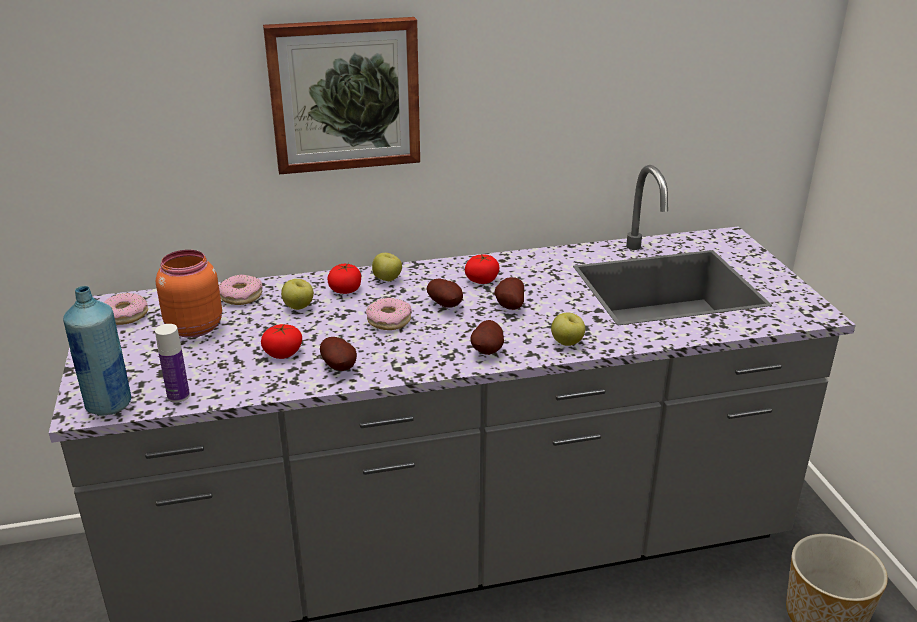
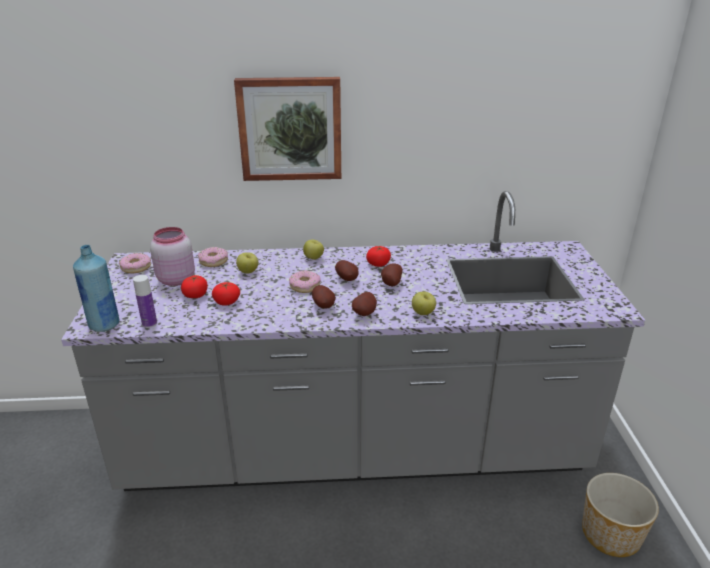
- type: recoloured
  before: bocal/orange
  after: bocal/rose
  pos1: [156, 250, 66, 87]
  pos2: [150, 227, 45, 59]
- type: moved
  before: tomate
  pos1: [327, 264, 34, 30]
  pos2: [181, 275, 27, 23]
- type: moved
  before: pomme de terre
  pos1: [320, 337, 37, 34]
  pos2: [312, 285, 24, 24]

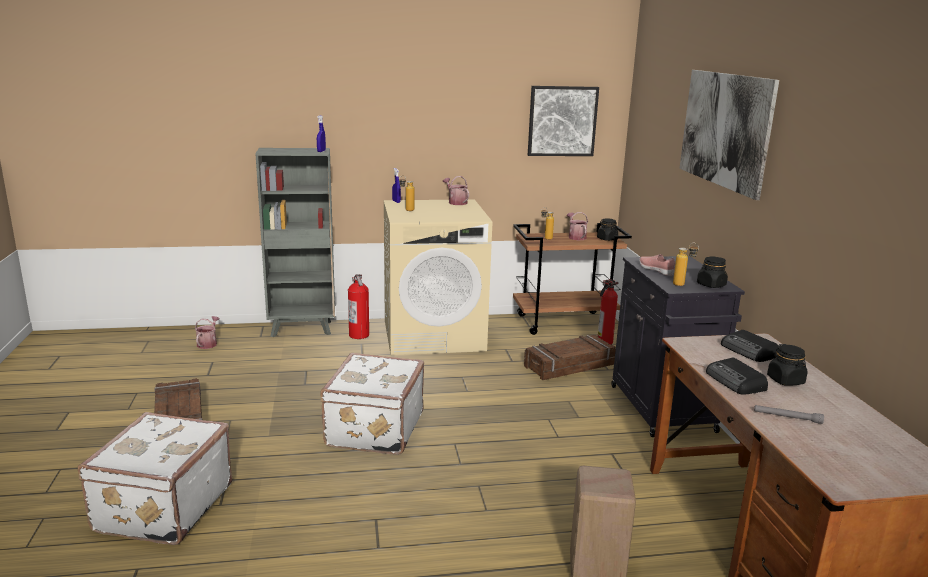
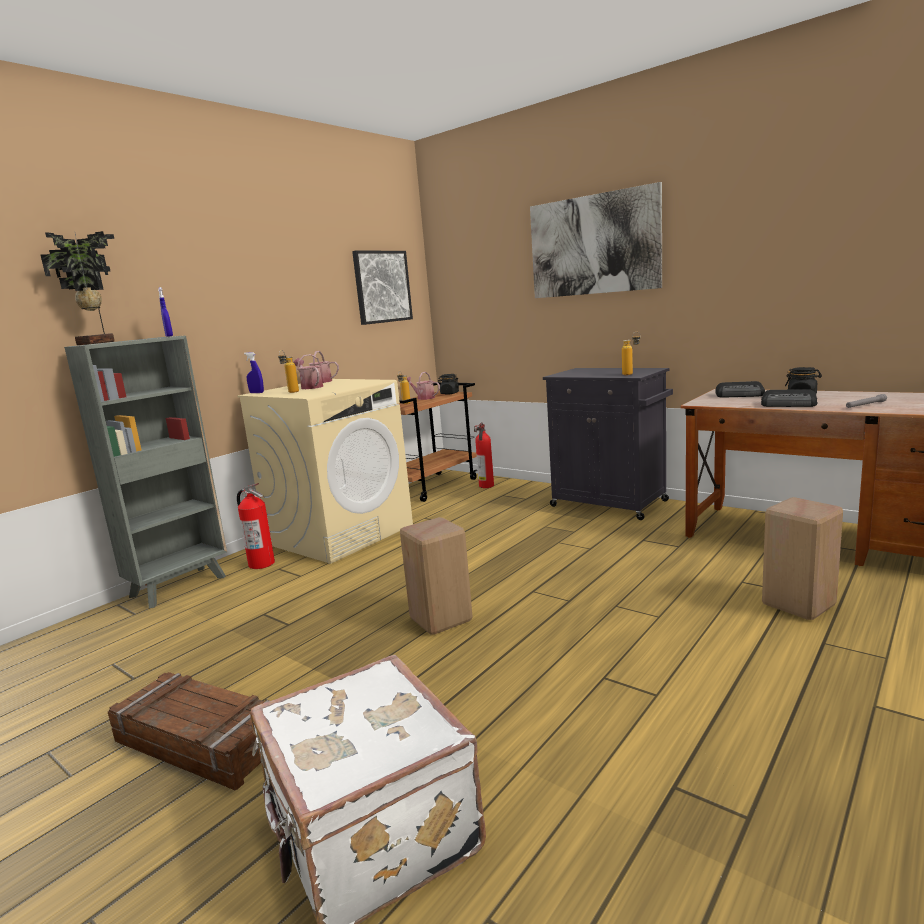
- type: added
  after: plante en pot
  pos2: [40, 231, 75, 114]
- type: moved
  before: arrosoir
  pos1: [195, 316, 25, 33]
  pos2: [295, 354, 28, 35]
- type: replaced
  before: valise/blanc
  after: tabouret/beige
  pos1: [320, 353, 104, 102]
  pos2: [400, 517, 73, 118]
- type: removed
  before: caisse
  pos1: [524, 335, 92, 45]
- type: removed
  before: chaussure/rose
  pos1: [639, 254, 36, 22]
- type: removed
  before: bocal/noir
  pos1: [697, 256, 31, 32]

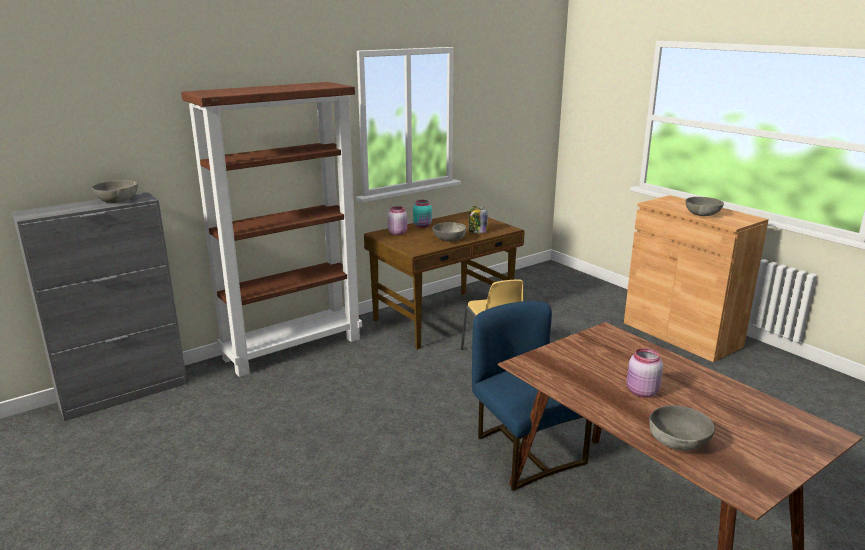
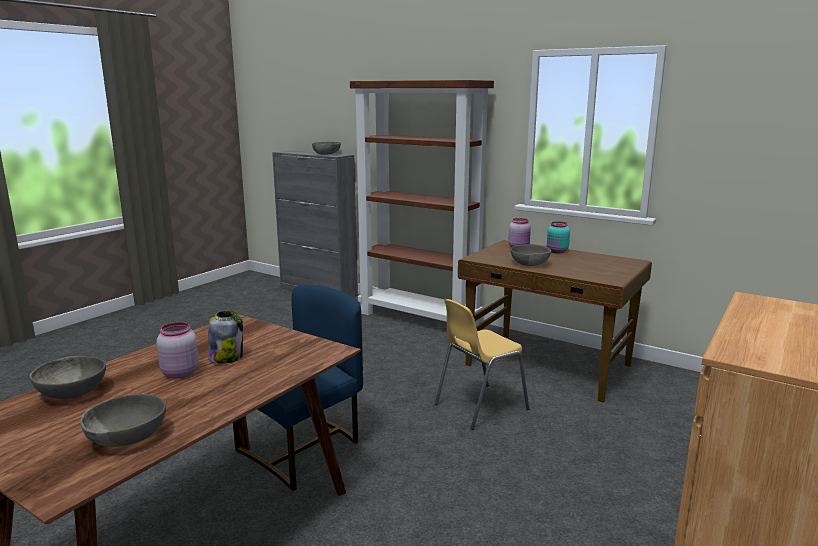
- type: moved
  before: bol/gris
  pos1: [686, 197, 38, 19]
  pos2: [80, 394, 86, 53]
- type: moved
  before: bocal
  pos1: [469, 206, 19, 27]
  pos2: [208, 311, 35, 53]

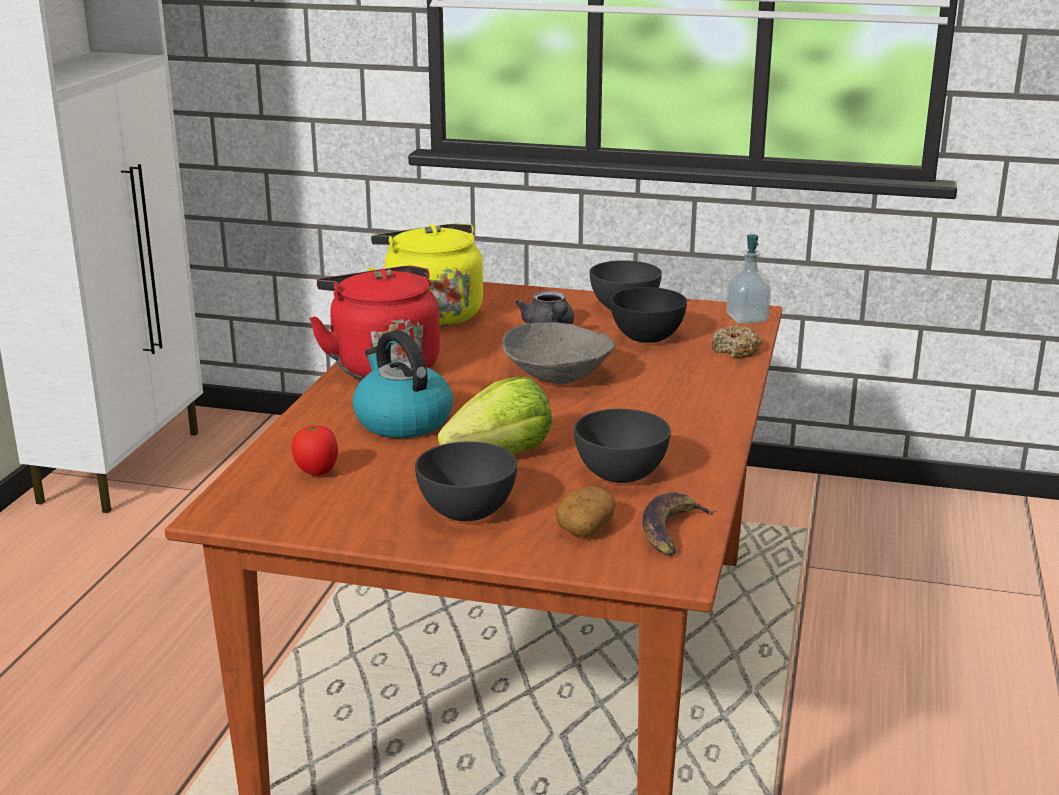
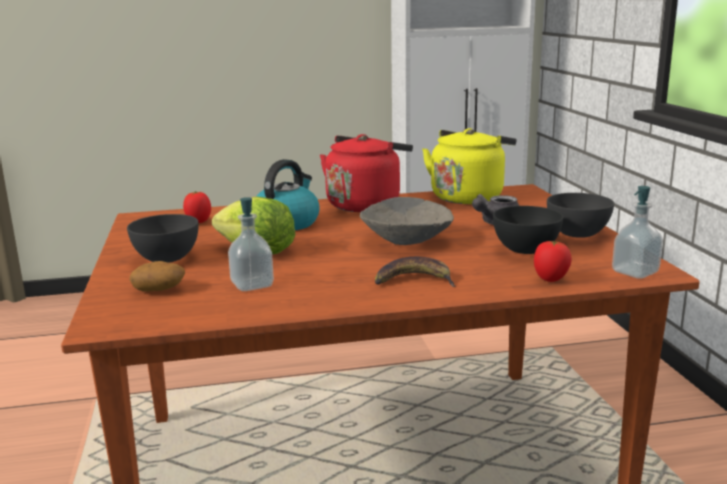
- type: replaced
  before: bol/gris
  after: distributeur de savon
  pos1: [574, 409, 97, 74]
  pos2: [228, 197, 46, 94]
- type: moved
  before: banane
  pos1: [642, 492, 74, 64]
  pos2: [375, 257, 81, 30]
- type: replaced
  before: beignet
  after: tomate
  pos1: [712, 325, 50, 33]
  pos2: [534, 241, 38, 41]

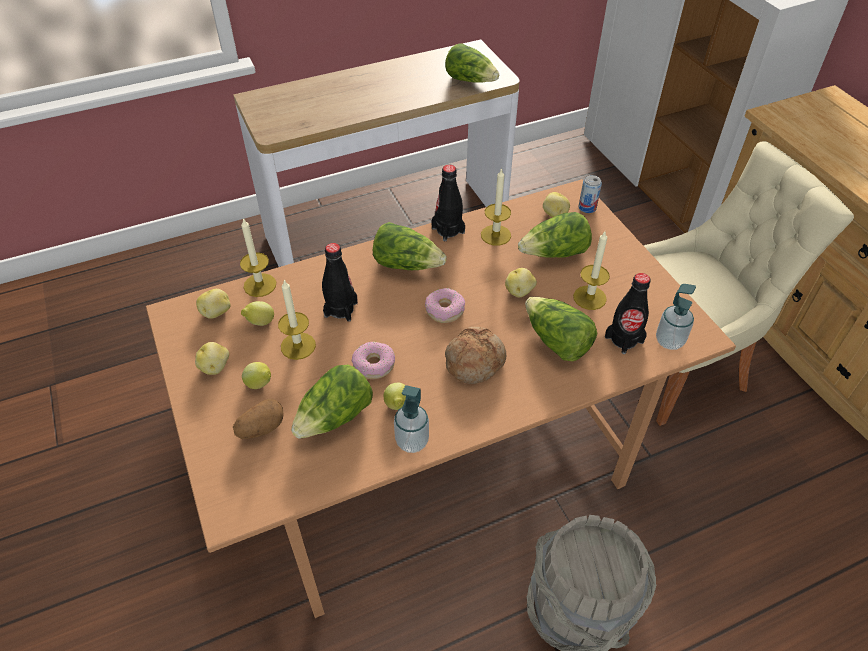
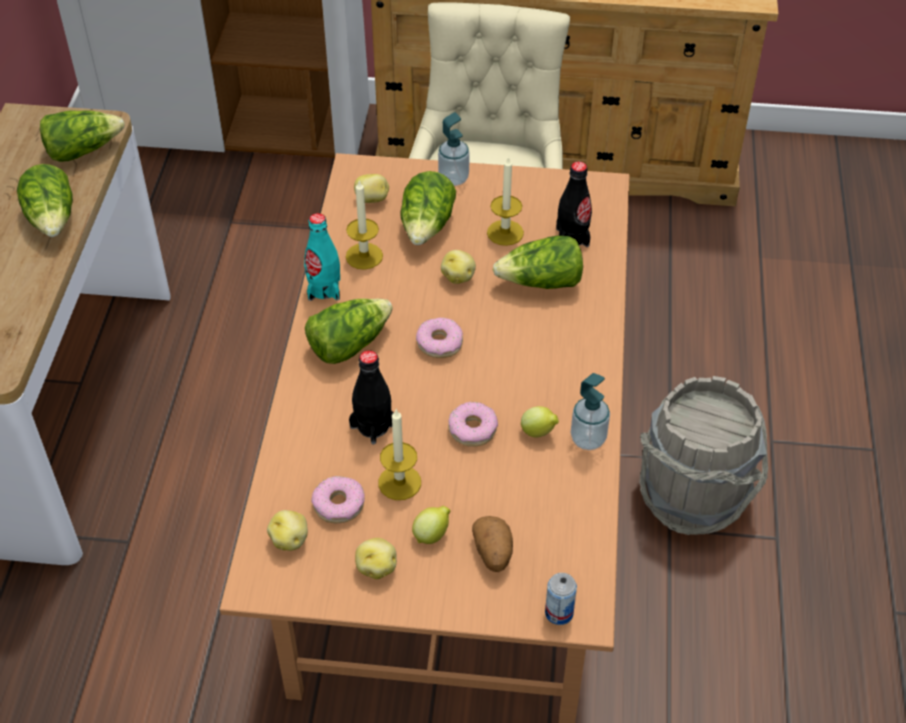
- type: moved
  before: laitue
  pos1: [291, 365, 82, 74]
  pos2: [17, 164, 56, 73]
- type: recoloured
  before: bouteille/noir
  after: bouteille/turquoise
  pos1: [431, 165, 34, 77]
  pos2: [304, 213, 36, 88]
- type: replaced
  before: citron
  after: beignet
  pos1: [241, 301, 33, 25]
  pos2: [311, 476, 54, 48]
- type: moved
  before: distributeur de savon
  pos1: [656, 284, 40, 66]
  pos2: [438, 112, 32, 74]
- type: moved
  before: boîte métallique
  pos1: [579, 175, 23, 38]
  pos2: [545, 573, 32, 52]
- type: removed
  before: bougie
  pos1: [240, 218, 36, 79]
- type: removed
  before: pain
  pos1: [445, 327, 61, 57]

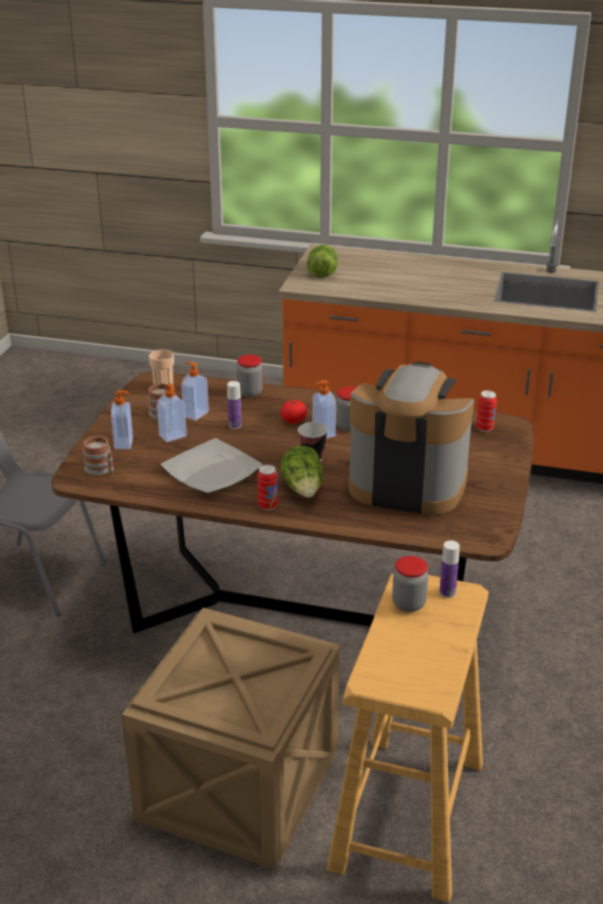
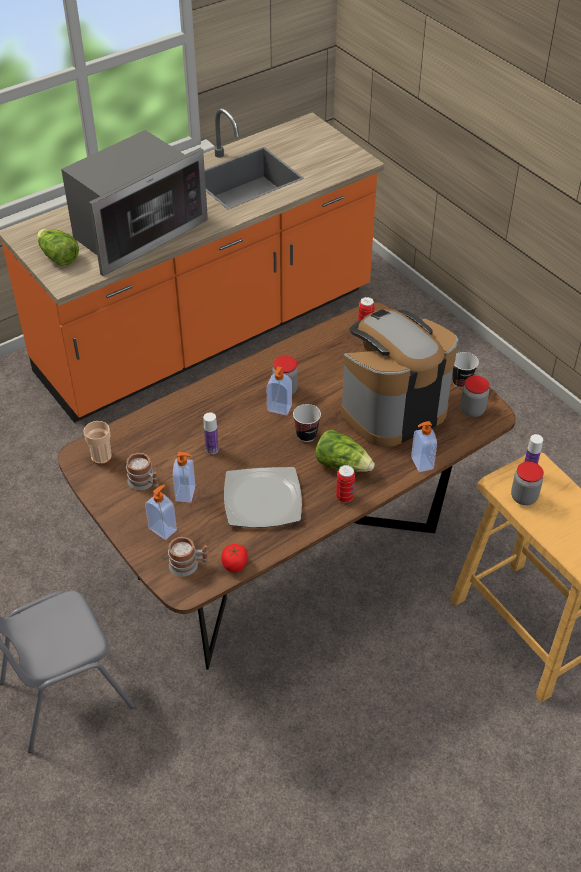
- type: added
  after: micro-ondes
  pos2: [61, 130, 147, 146]
- type: moved
  before: tomate
  pos1: [281, 400, 26, 24]
  pos2: [222, 544, 26, 28]
- type: moved
  before: distributeur de savon
  pos1: [181, 362, 28, 59]
  pos2: [411, 421, 26, 51]
- type: added
  after: tasse
  pos2: [452, 352, 27, 37]
- type: moved
  before: bocal
  pos1: [236, 355, 27, 42]
  pos2: [460, 376, 29, 41]
- type: removed
  before: caisse
  pos1: [122, 608, 218, 262]

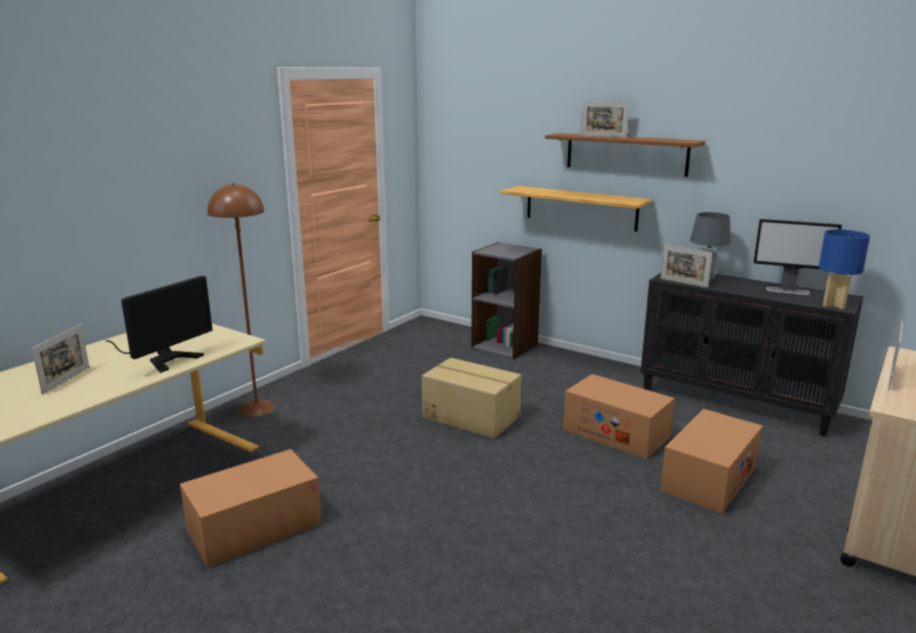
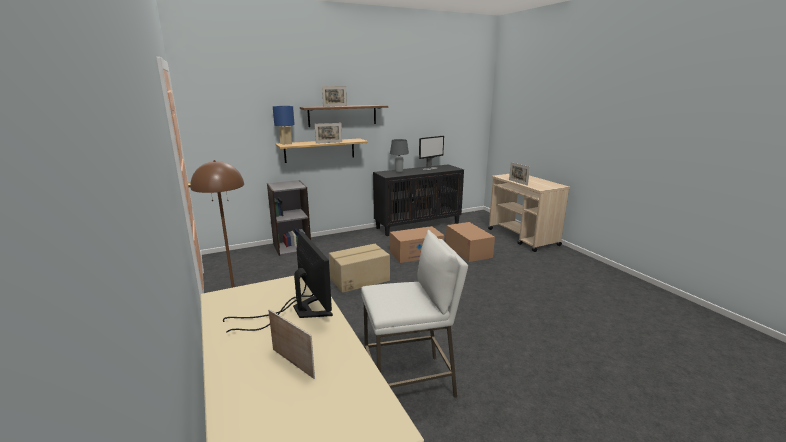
- type: moved
  before: lampe de table/bleu
  pos1: [819, 229, 51, 80]
  pos2: [273, 106, 22, 39]
- type: moved
  before: cadre photo
  pos1: [660, 245, 52, 43]
  pos2: [315, 123, 27, 21]
- type: replaced
  before: carton
  after: tabouret/blanc
  pos1: [180, 449, 142, 119]
  pos2: [361, 230, 107, 168]

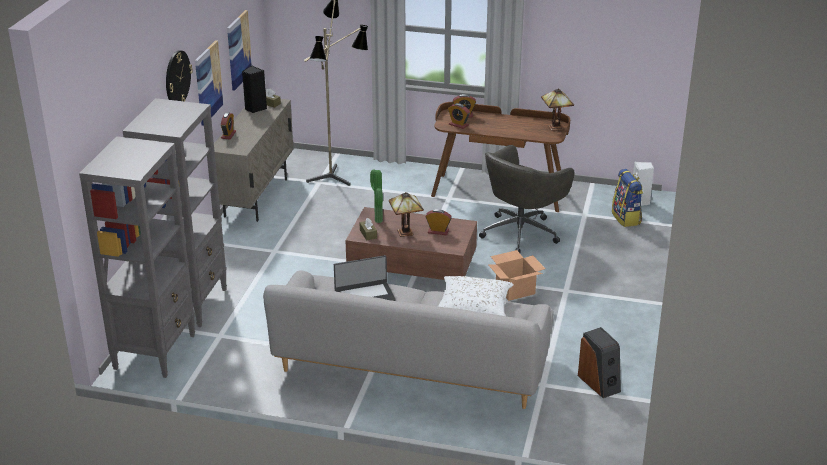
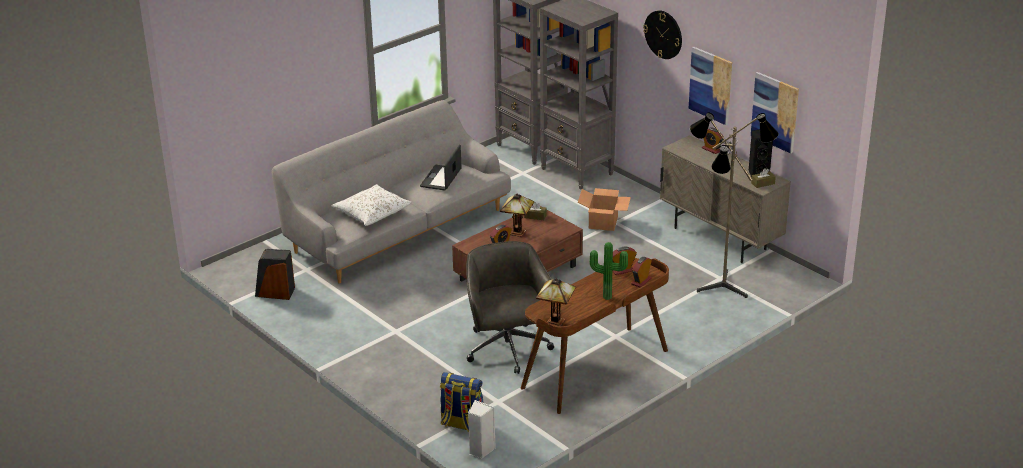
- type: moved
  before: carton
  pos1: [488, 250, 58, 51]
  pos2: [578, 188, 53, 43]
- type: moved
  before: plante en pot
  pos1: [370, 170, 13, 53]
  pos2: [590, 242, 38, 58]

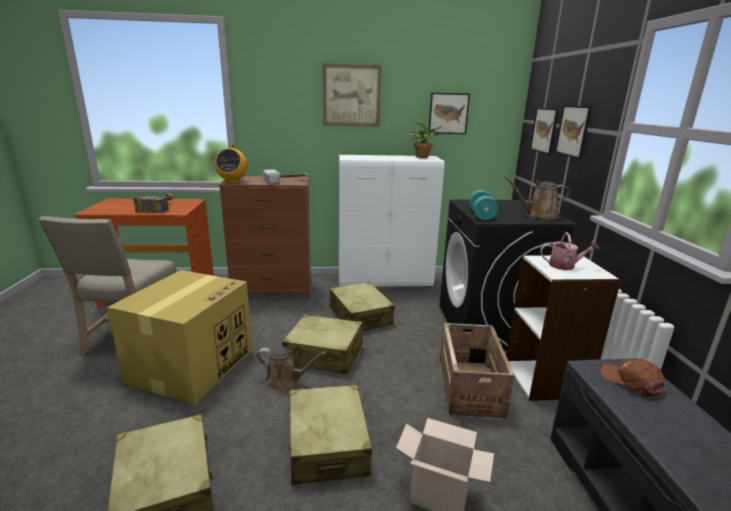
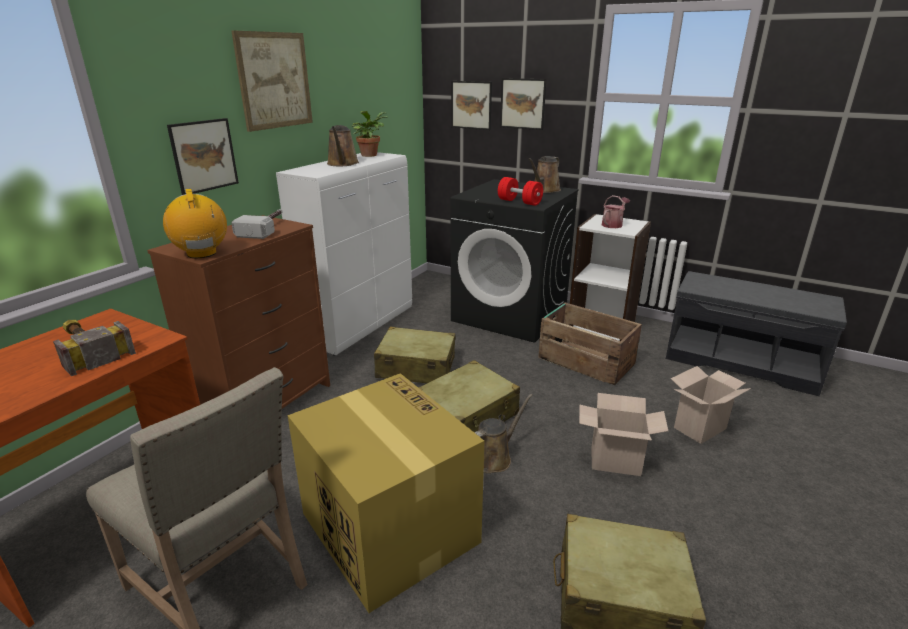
- type: turned
  before: radio
  pos1: [214, 144, 34, 39]
  pos2: [163, 189, 64, 69]
  turn: -150
- type: moved
  before: tableau
  pos1: [428, 93, 42, 41]
  pos2: [167, 118, 72, 77]
- type: added
  after: arrosoir/marron
  pos2: [327, 125, 32, 41]
- type: recoloured
  before: haltère/turquoise
  after: haltère/rouge
  pos1: [469, 190, 29, 30]
  pos2: [498, 177, 45, 29]
- type: replaced
  before: valise/beige
  after: carton
  pos1: [289, 385, 83, 100]
  pos2: [579, 393, 89, 83]
- type: removed
  before: casquette/marron
  pos1: [600, 360, 66, 37]

